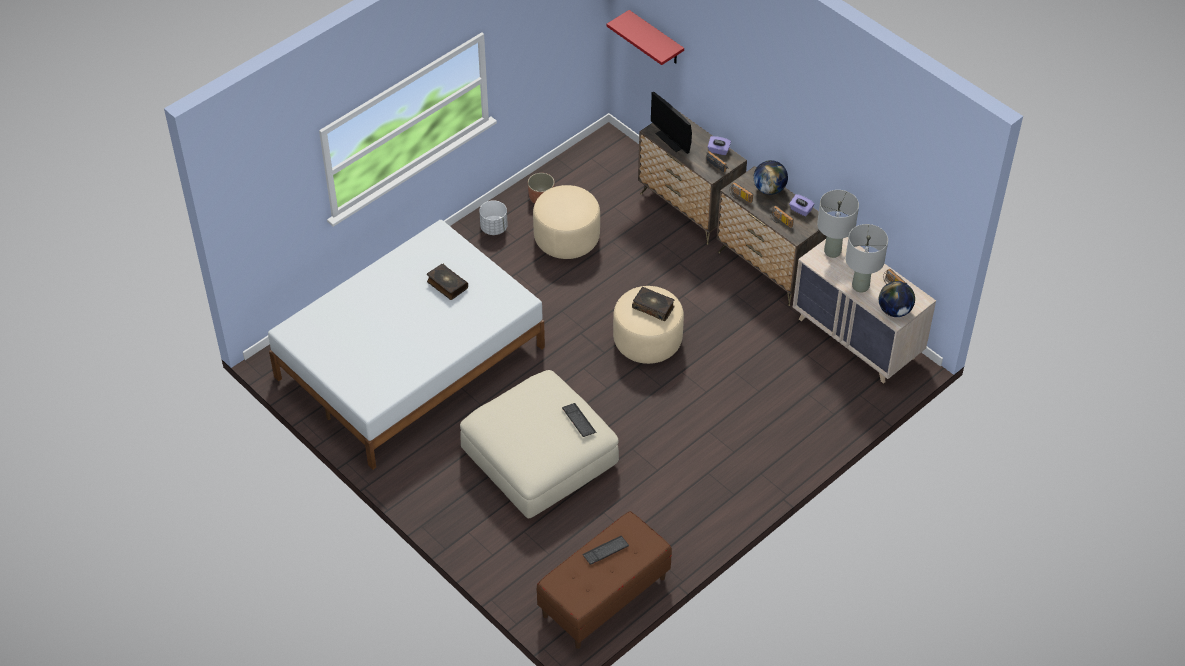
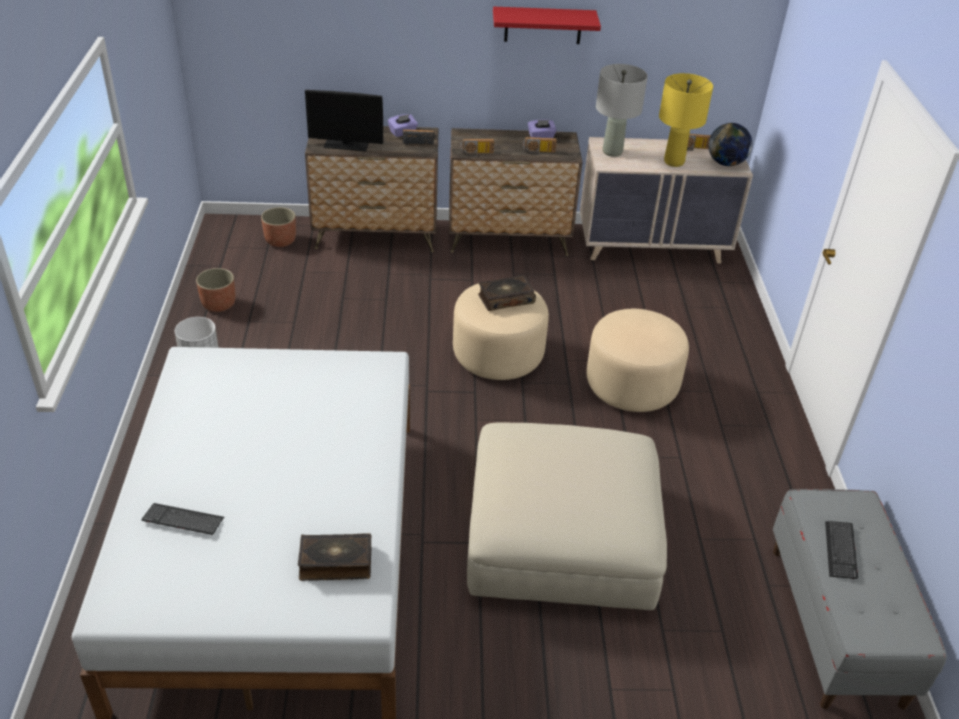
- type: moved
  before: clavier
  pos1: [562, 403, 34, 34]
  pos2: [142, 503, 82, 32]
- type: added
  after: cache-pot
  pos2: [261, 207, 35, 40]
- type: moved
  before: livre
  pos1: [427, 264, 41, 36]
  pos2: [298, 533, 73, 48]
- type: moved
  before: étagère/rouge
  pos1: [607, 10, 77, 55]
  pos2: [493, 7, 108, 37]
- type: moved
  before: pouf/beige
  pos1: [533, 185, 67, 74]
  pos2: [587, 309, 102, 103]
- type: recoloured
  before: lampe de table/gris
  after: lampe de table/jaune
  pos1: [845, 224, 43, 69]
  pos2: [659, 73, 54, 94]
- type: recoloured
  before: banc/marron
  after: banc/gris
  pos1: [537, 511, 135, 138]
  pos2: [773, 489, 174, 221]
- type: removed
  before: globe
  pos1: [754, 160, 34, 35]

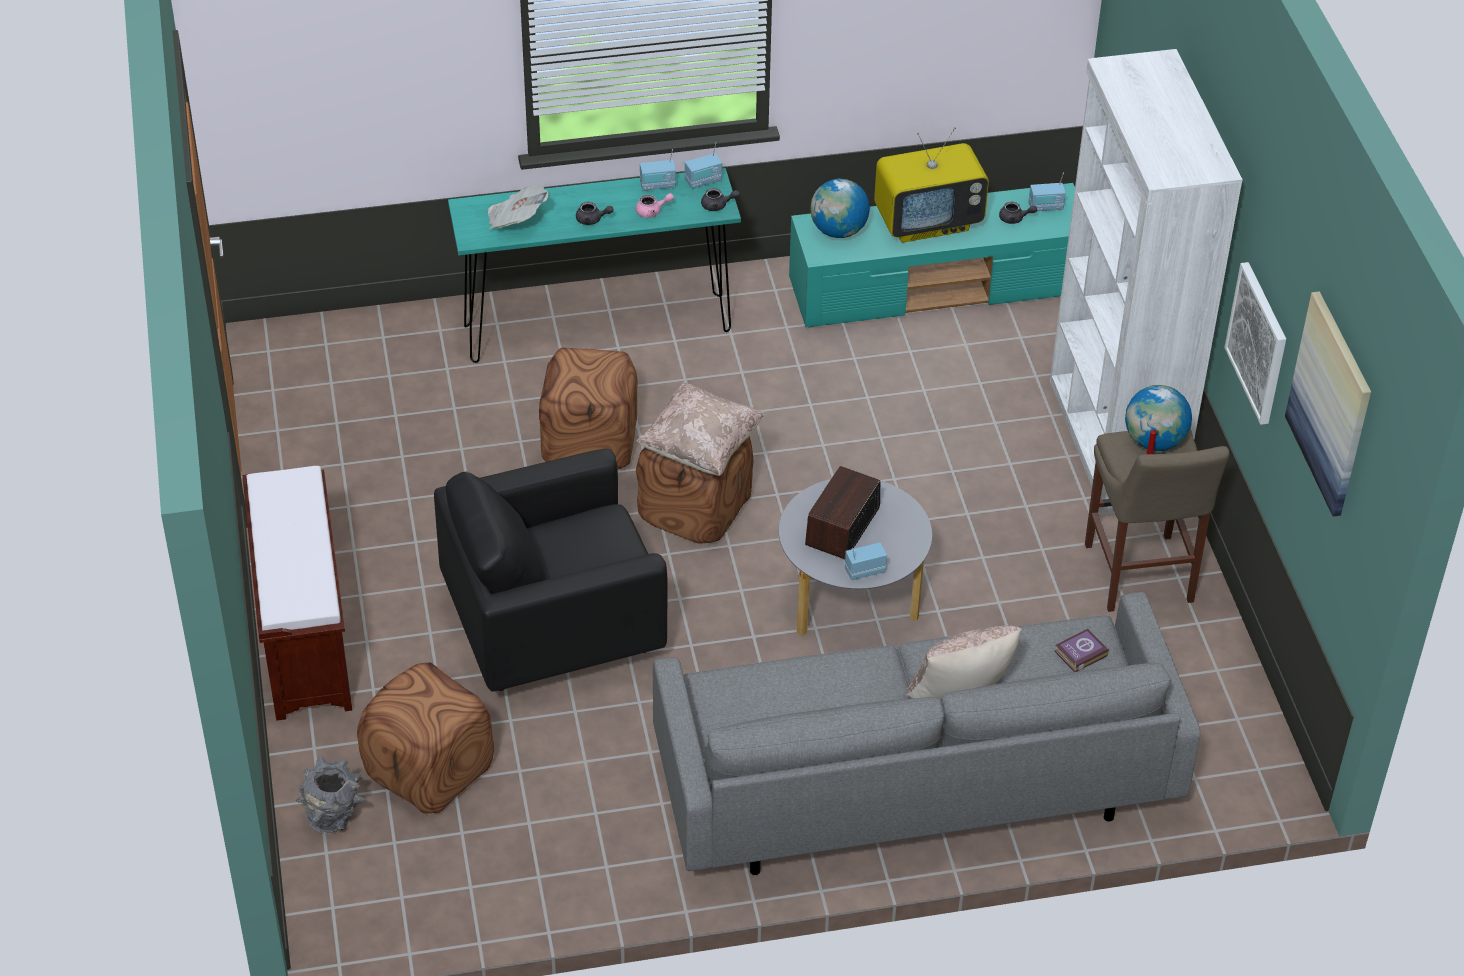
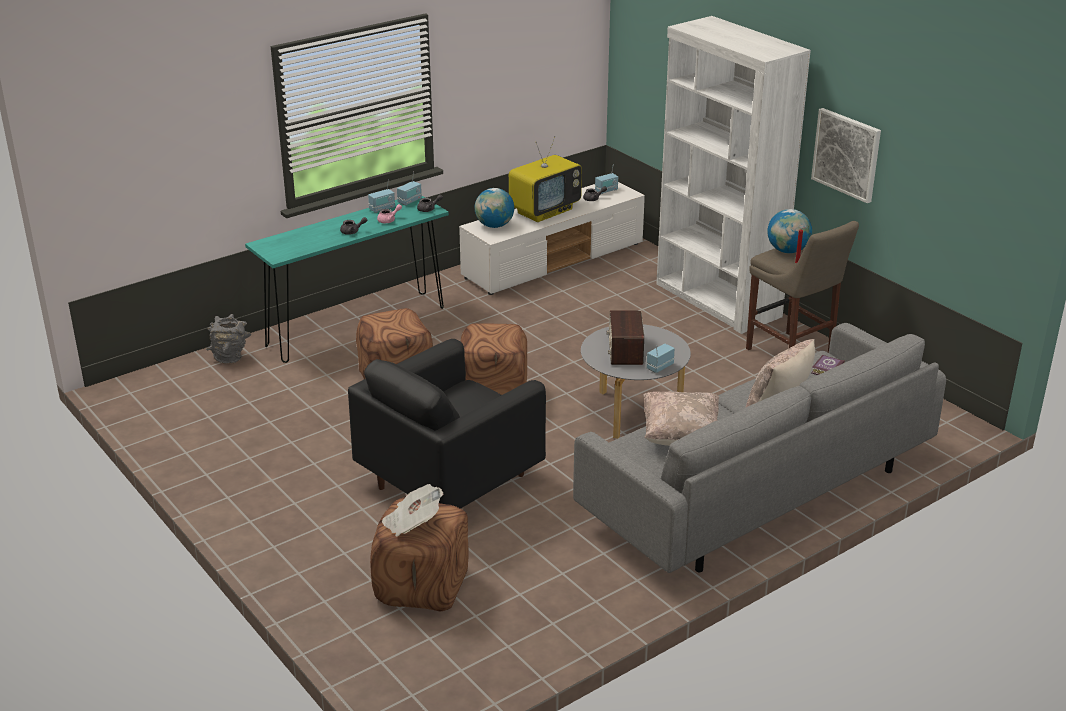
- type: moved
  before: vase/gris
  pos1: [296, 756, 69, 78]
  pos2: [206, 314, 45, 49]
- type: moved
  before: journal
  pos1: [488, 184, 60, 45]
  pos2: [382, 484, 61, 52]
- type: recoloured
  before: meuble télé/turquoise
  after: meuble télé/blanc
  pos1: [789, 183, 286, 145]
  pos2: [459, 182, 186, 113]
- type: moved
  before: coussin/beige
  pos1: [636, 382, 129, 94]
  pos2: [643, 391, 76, 55]
- type: removed
  before: banc/marron
  pos1: [242, 466, 110, 255]
- type: removed
  before: tableau
  pos1: [1285, 291, 86, 226]

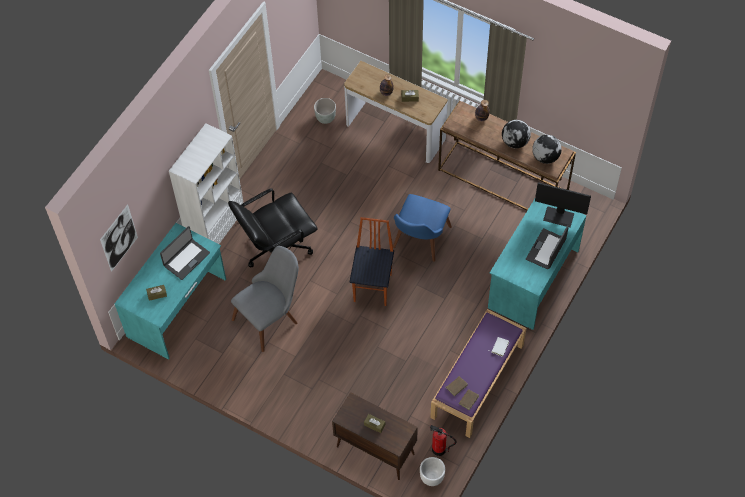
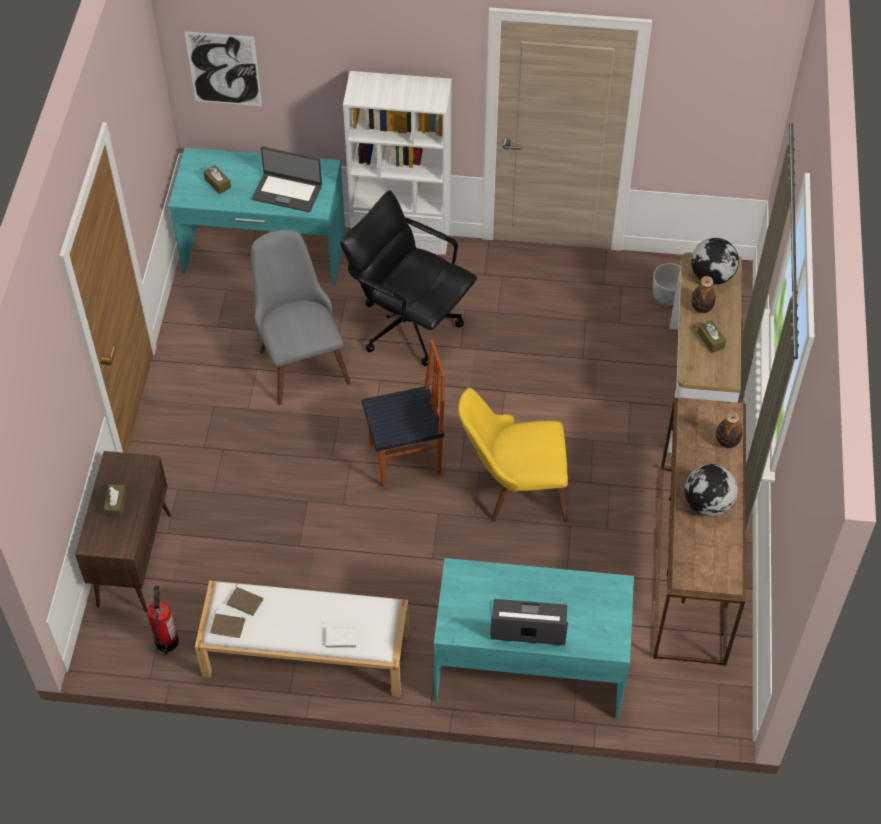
- type: recoloured
  before: banc/violet
  after: banc/blanc
  pos1: [430, 309, 96, 129]
  pos2: [195, 581, 214, 116]
- type: turned
  before: chaise/gris
  pos1: [231, 246, 68, 106]
  pos2: [251, 230, 100, 175]
  turn: -135
- type: recoloured
  before: chaise/bleu
  after: chaise/jaune
  pos1: [393, 194, 59, 68]
  pos2: [458, 388, 110, 134]
- type: moved
  before: globe
  pos1: [532, 135, 30, 29]
  pos2: [691, 238, 48, 47]
- type: removed
  before: cache-pot/blanc
  pos1: [420, 457, 25, 29]
- type: removed
  before: écran d'ordinateur
  pos1: [535, 182, 56, 45]

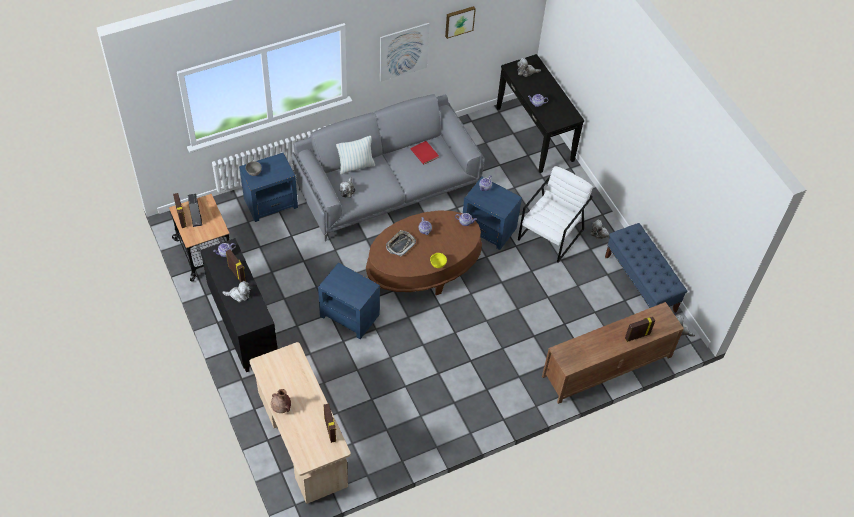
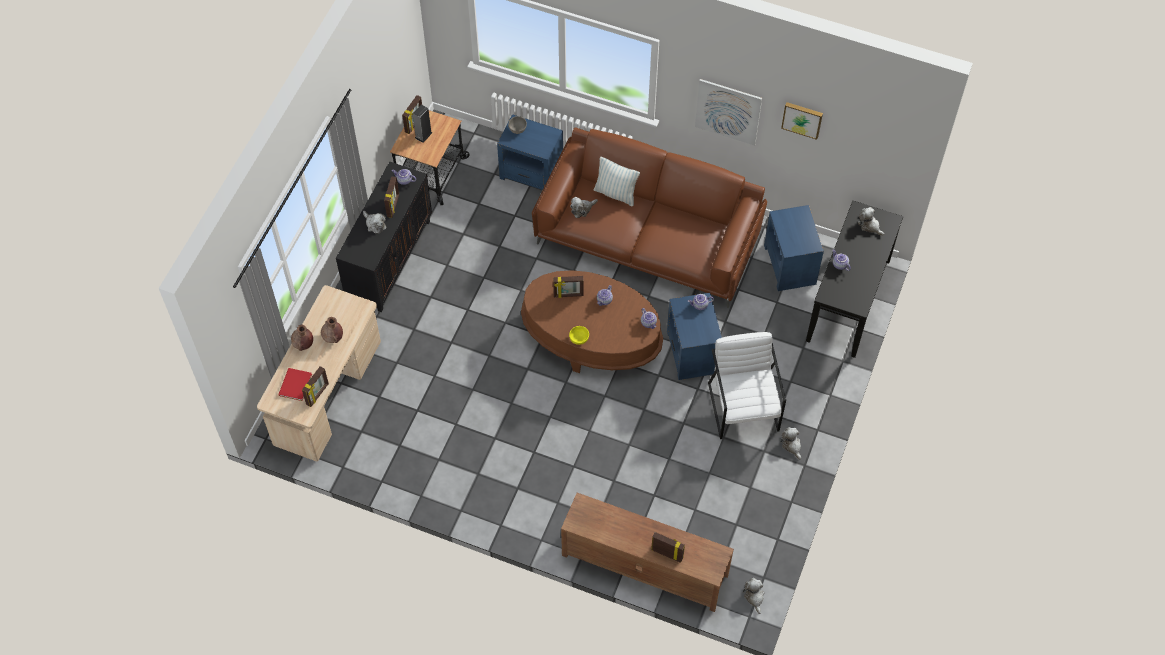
- type: moved
  before: livre/rouge
  pos1: [411, 141, 28, 24]
  pos2: [278, 368, 34, 33]
- type: added
  after: vase/marron
  pos2: [321, 317, 22, 26]
- type: recoloured
  before: canapé/gris
  after: canapé/marron
  pos1: [291, 94, 194, 147]
  pos2: [532, 128, 235, 180]
- type: replaced
  before: plateau
  after: cadre photo
  pos1: [386, 230, 30, 26]
  pos2: [553, 276, 31, 22]
- type: turned
  before: fauteuil/blanc
  pos1: [518, 166, 75, 97]
  pos2: [708, 332, 78, 107]
  turn: -90
- type: moved
  before: table d'appoint/bleu
  pos1: [318, 262, 62, 77]
  pos2: [764, 205, 60, 86]
- type: removed
  before: banc/bleu
  pos1: [605, 223, 82, 90]

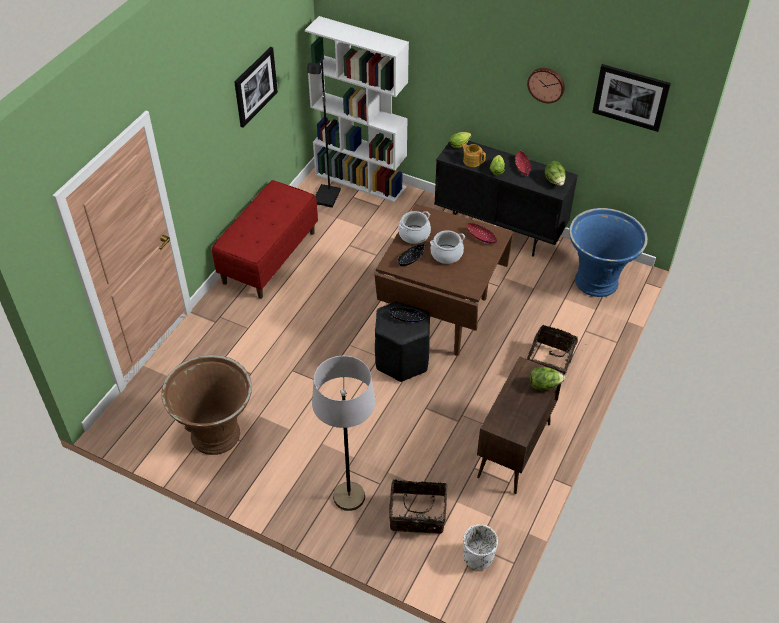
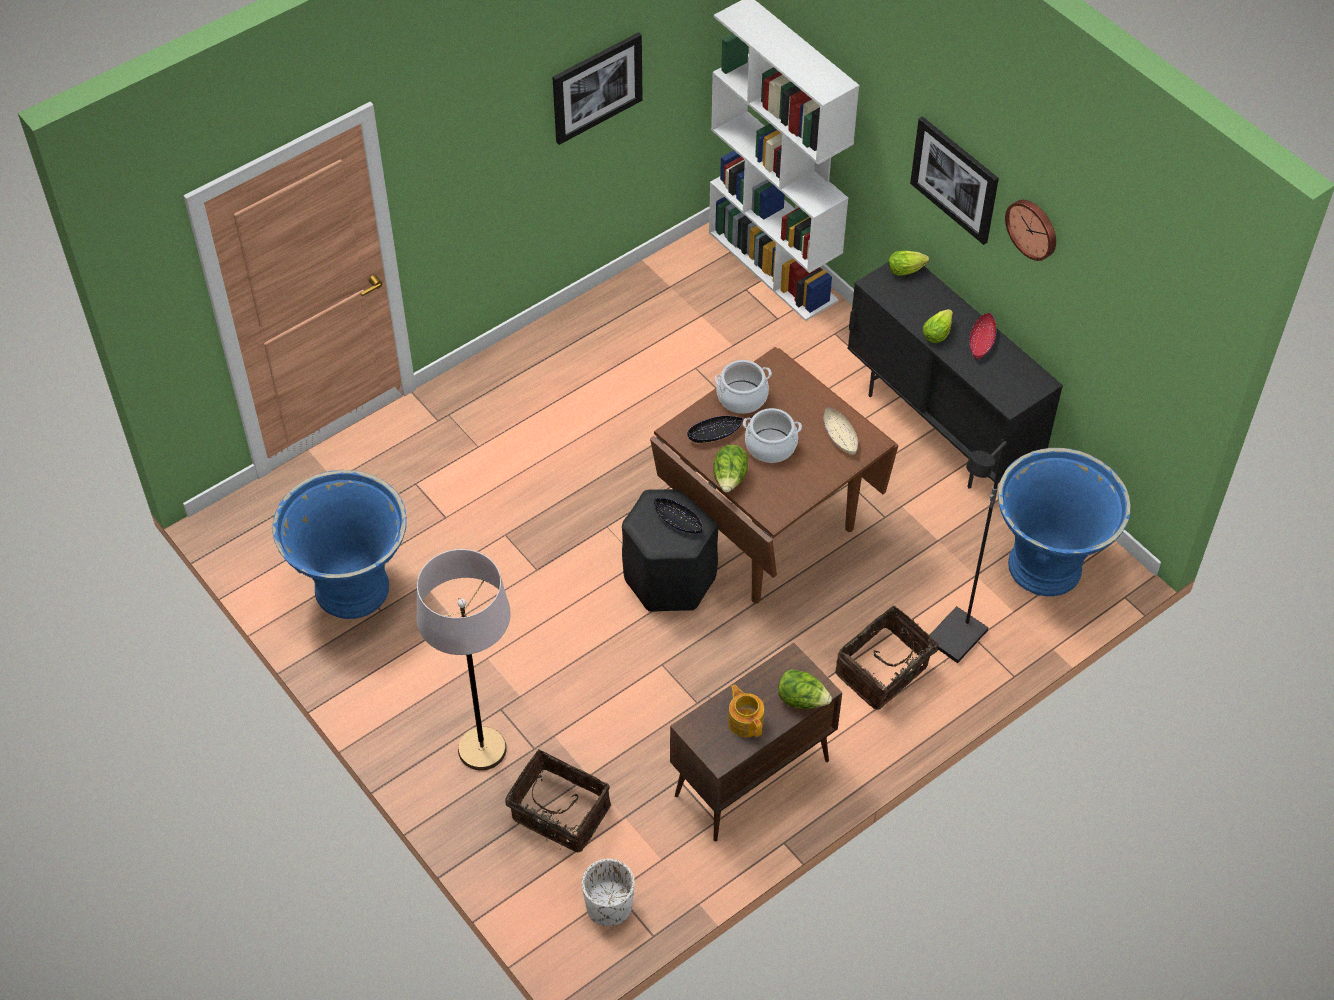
- type: recoloured
  before: cache-pot/marron
  after: cache-pot/bleu
  pos1: [161, 355, 91, 100]
  pos2: [272, 470, 135, 149]
- type: moved
  before: laitue
  pos1: [545, 161, 21, 25]
  pos2: [713, 445, 35, 47]
- type: moved
  before: théière
  pos1: [460, 143, 26, 24]
  pos2: [728, 684, 36, 53]
- type: recoloured
  before: bol/rouge
  after: bol/beige
  pos1: [467, 223, 30, 21]
  pos2: [824, 407, 34, 48]
- type: moved
  before: tableau
  pos1: [592, 64, 79, 68]
  pos2: [910, 116, 89, 129]
- type: moved
  before: lampadaire/noir
  pos1: [307, 58, 34, 150]
  pos2: [929, 441, 78, 222]
- type: removed
  before: banc/rouge
  pos1: [212, 180, 106, 119]

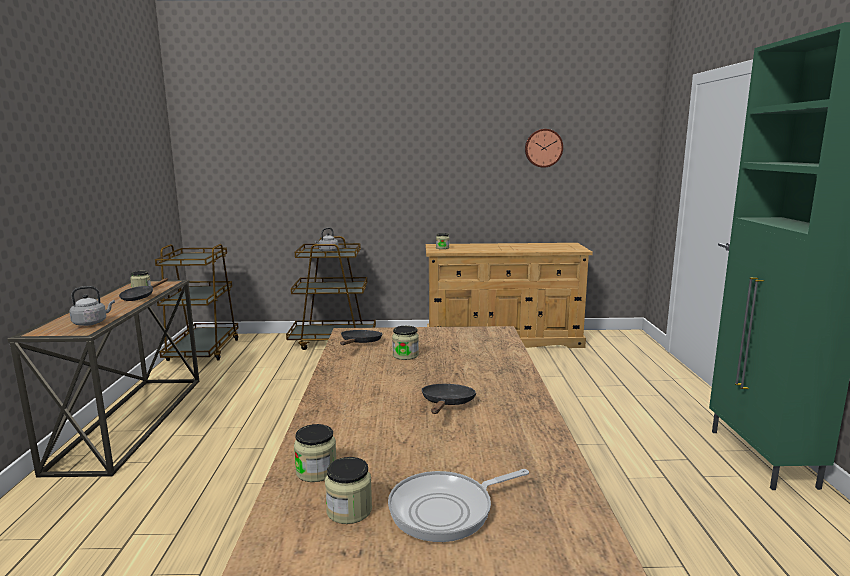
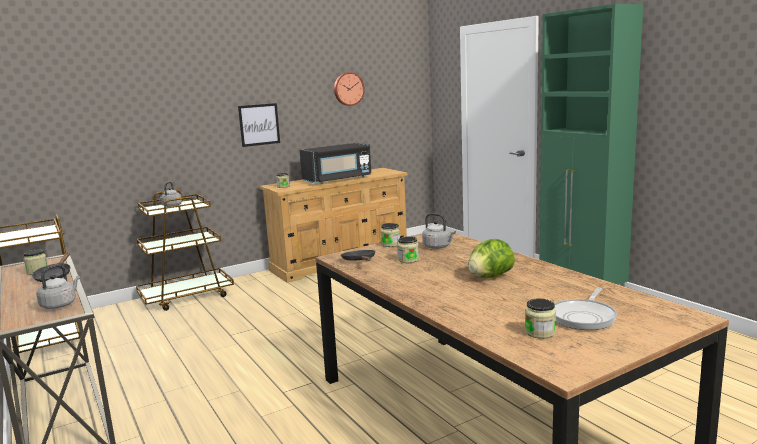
- type: added
  after: tableau
  pos2: [238, 103, 42, 44]
- type: added
  after: micro-ondes/noir
  pos2: [300, 143, 71, 41]
- type: moved
  before: bocal
  pos1: [294, 424, 42, 58]
  pos2: [381, 223, 19, 24]
- type: added
  after: bouilloire/gris
  pos2: [422, 213, 34, 36]
- type: replaced
  before: poêle/noir
  after: laitue
  pos1: [422, 384, 54, 30]
  pos2: [468, 239, 47, 39]

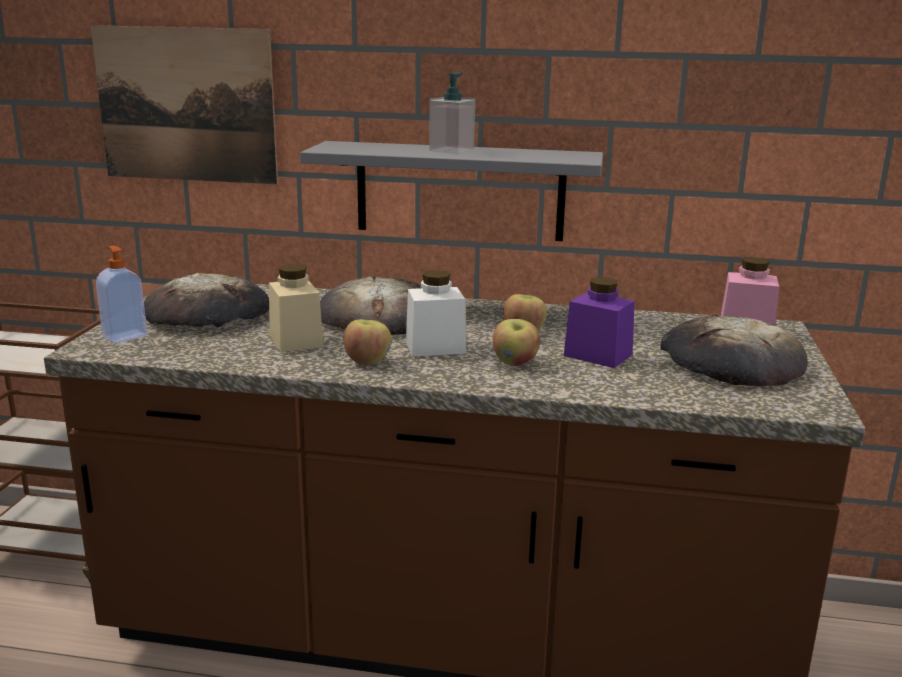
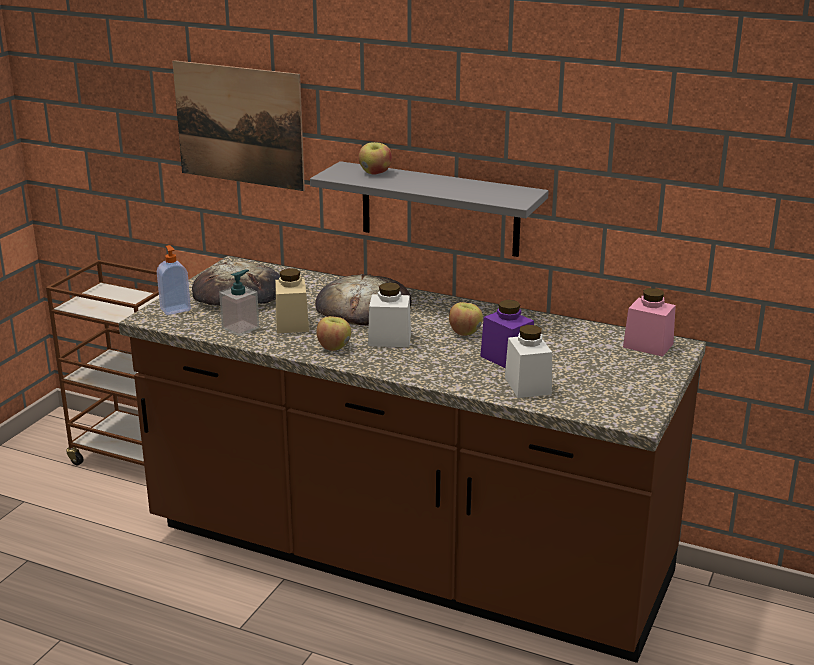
- type: moved
  before: distributeur de savon
  pos1: [429, 72, 46, 82]
  pos2: [219, 269, 40, 67]
- type: moved
  before: pomme
  pos1: [493, 319, 47, 47]
  pos2: [358, 142, 34, 33]
- type: added
  after: bocal/blanc
  pos2: [505, 325, 47, 73]
- type: removed
  before: pain
  pos1: [660, 314, 148, 72]

